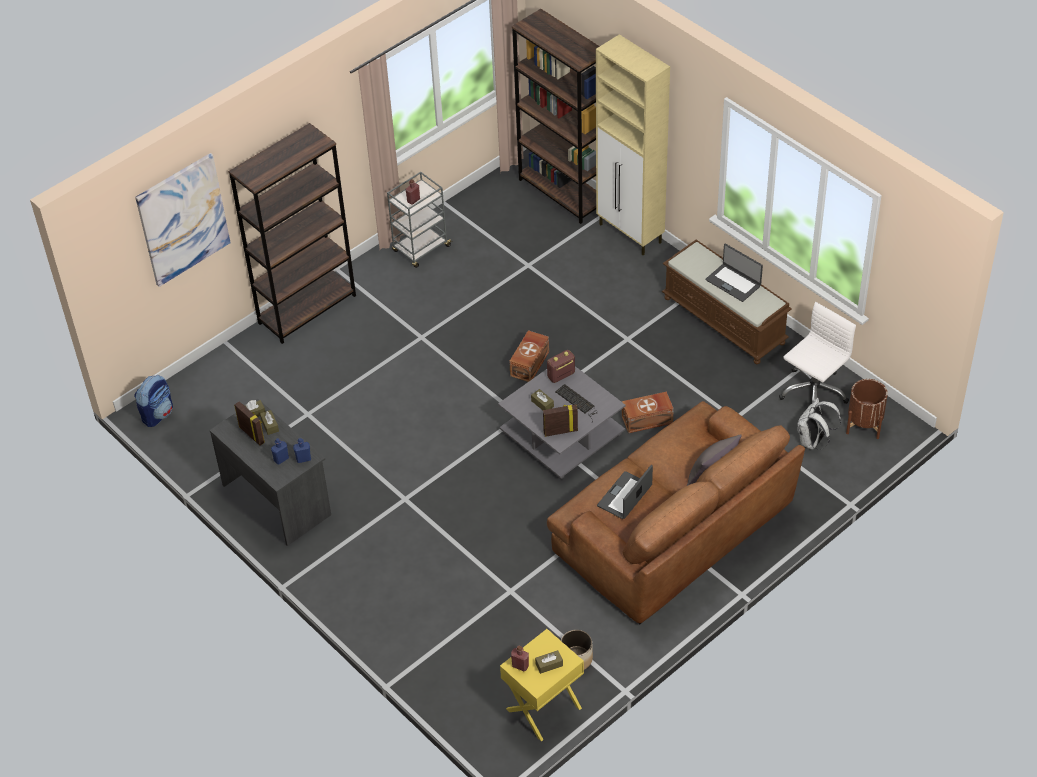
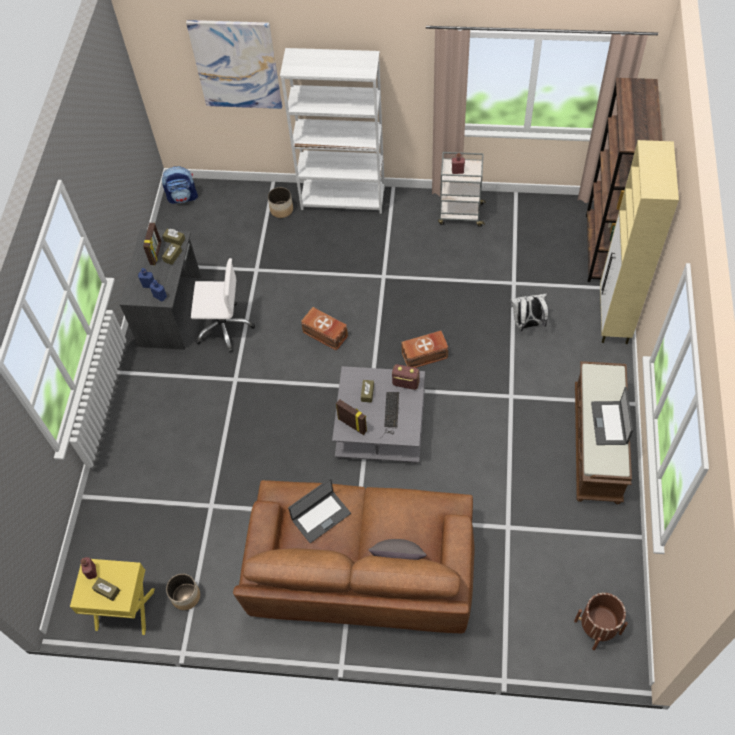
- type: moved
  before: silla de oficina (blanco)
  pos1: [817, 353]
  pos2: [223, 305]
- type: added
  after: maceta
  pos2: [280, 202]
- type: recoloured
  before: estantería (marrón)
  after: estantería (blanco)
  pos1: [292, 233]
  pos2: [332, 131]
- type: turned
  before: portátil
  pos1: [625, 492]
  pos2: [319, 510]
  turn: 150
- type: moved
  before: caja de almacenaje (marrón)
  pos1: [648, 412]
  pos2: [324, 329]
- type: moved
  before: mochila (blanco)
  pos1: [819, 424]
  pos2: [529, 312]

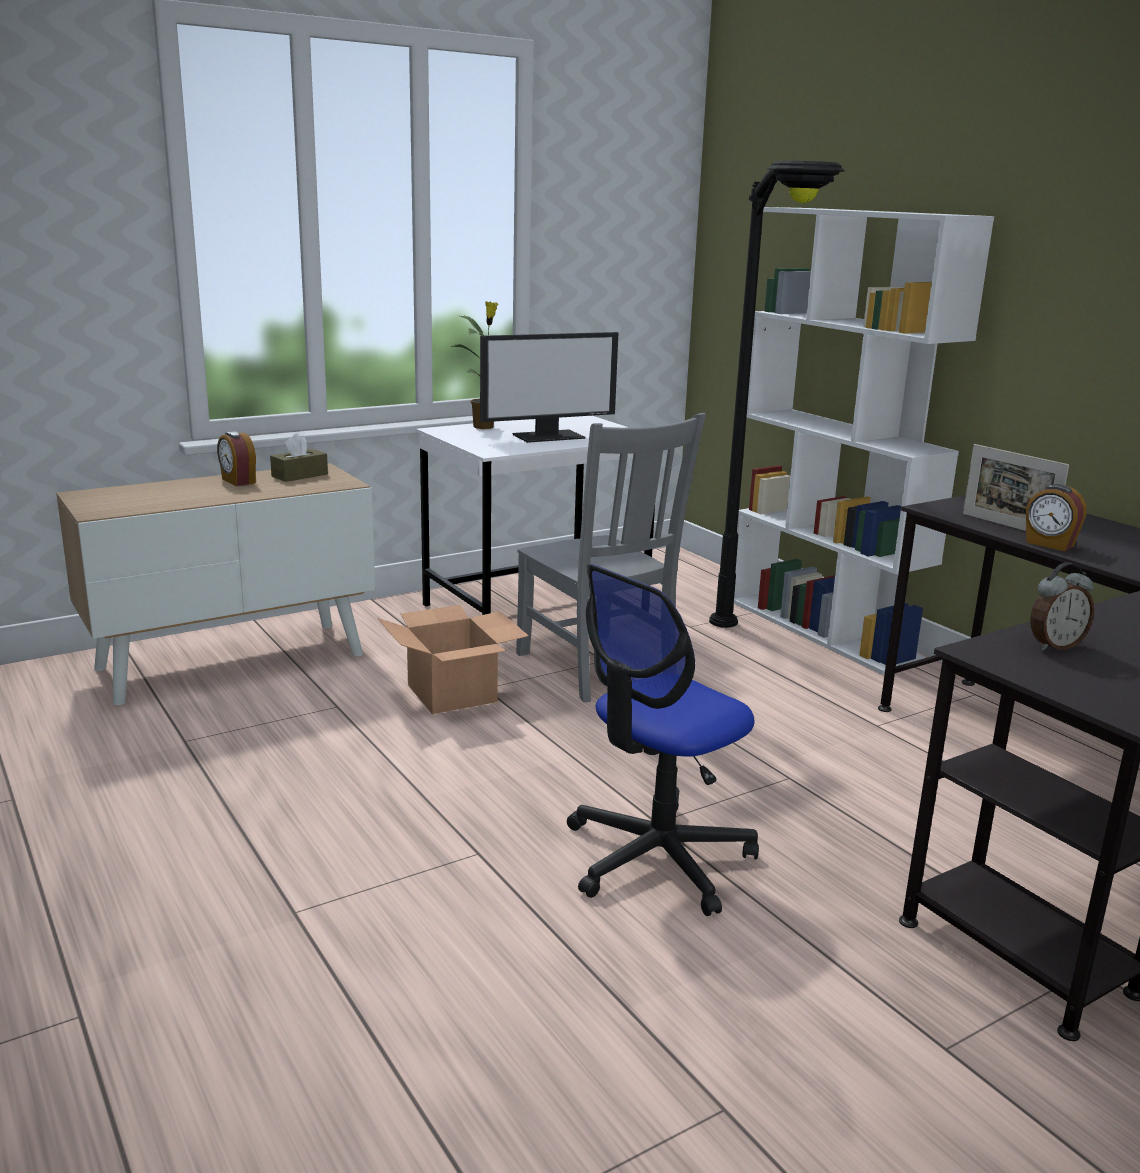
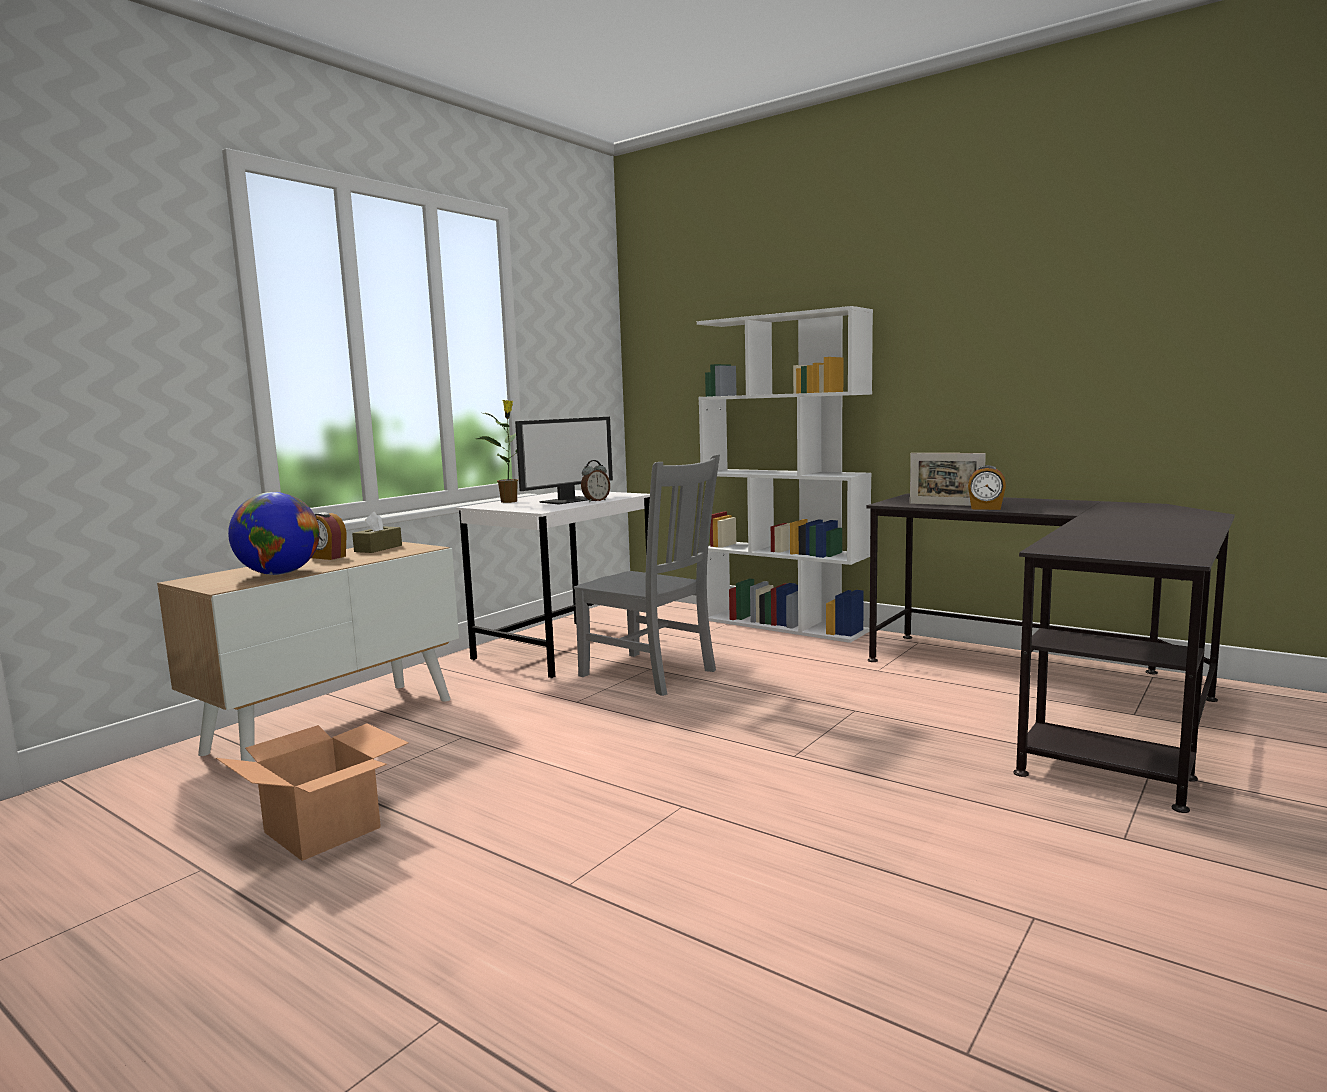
- type: moved
  before: caja de cartón
  pos1: [453, 659]
  pos2: [312, 792]
- type: added
  after: globo terráqueo
  pos2: [274, 533]
- type: moved
  before: despertador
  pos1: [1062, 606]
  pos2: [595, 481]
- type: removed
  before: silla de oficina
  pos1: [663, 740]
- type: removed
  before: lámpara de pie (negro)
  pos1: [777, 394]

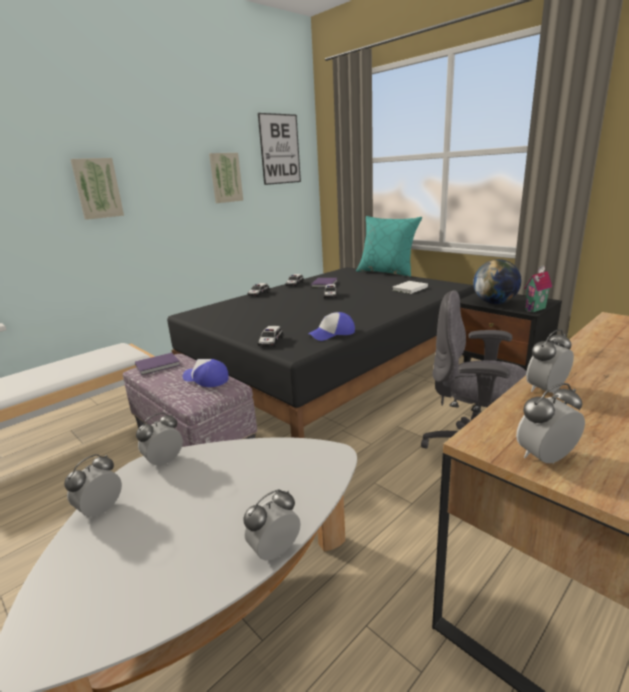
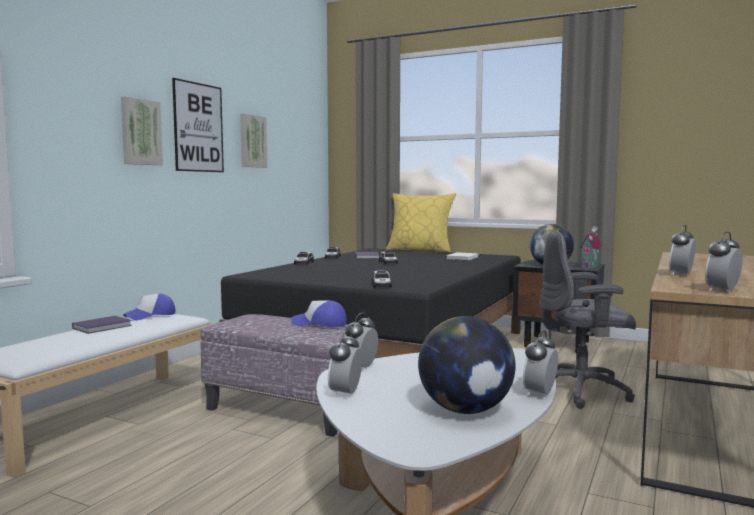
- type: moved
  before: libro (morado)
  pos1: [157, 364]
  pos2: [102, 325]
- type: moved
  before: gorra
  pos1: [331, 326]
  pos2: [149, 306]
- type: moved
  before: cuadro
  pos1: [279, 149]
  pos2: [198, 125]
- type: recoloured
  before: cojín (turquesa)
  after: cojín (amarillo)
  pos1: [389, 246]
  pos2: [421, 223]
- type: added
  after: globo terráqueo
  pos2: [467, 365]

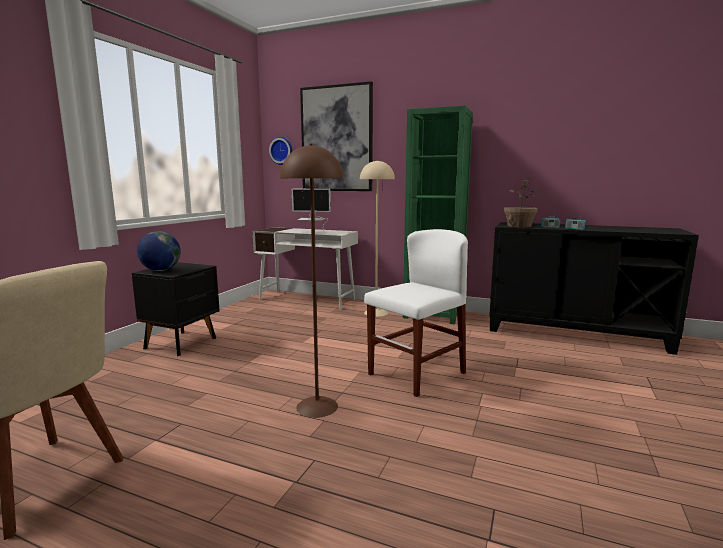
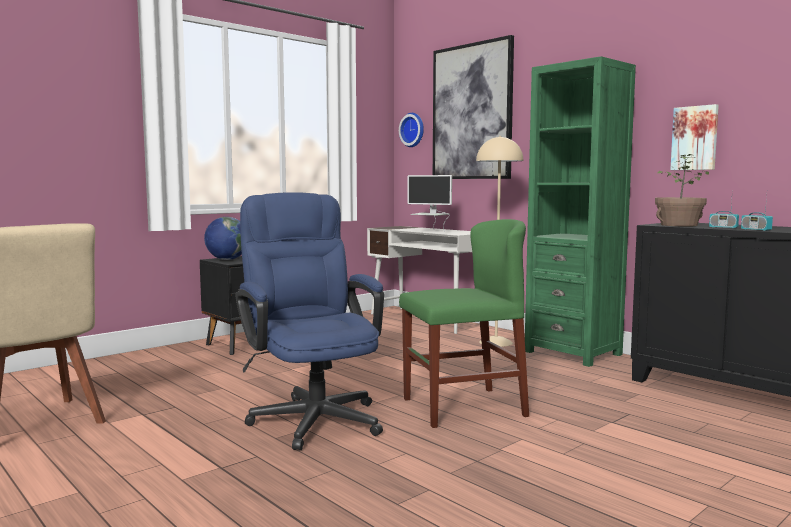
- type: replaced
  before: lámpara de pie (marrón)
  after: silla de oficina (azul)
  pos1: [311, 281]
  pos2: [309, 321]
- type: recoloured
  before: silla (blanco)
  after: silla (verde)
  pos1: [416, 313]
  pos2: [464, 323]
- type: added
  after: cuadro
  pos2: [694, 137]

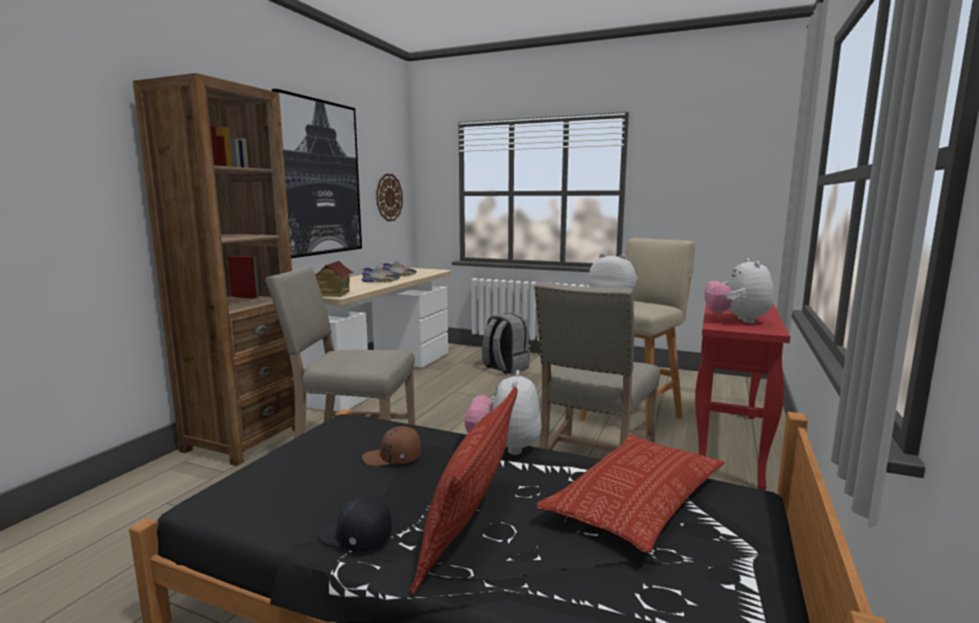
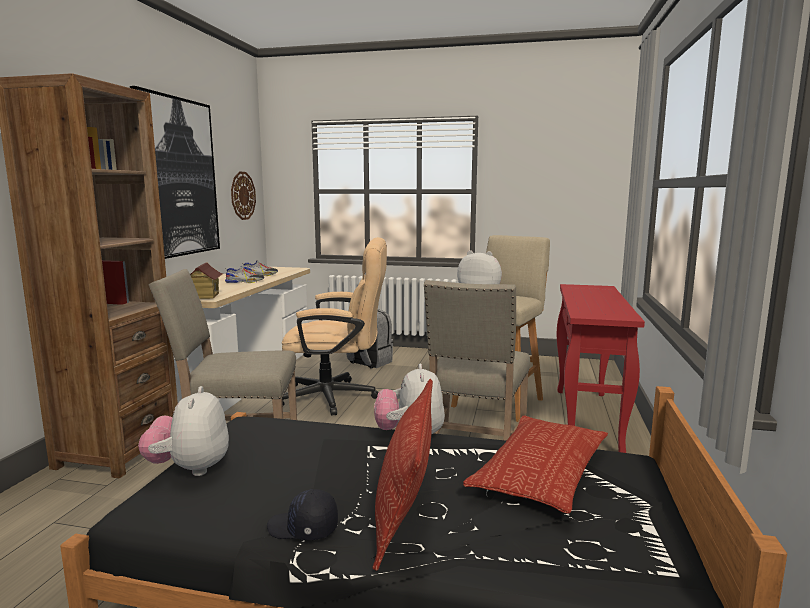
- type: moved
  before: peluche
  pos1: [739, 290]
  pos2: [183, 431]
- type: added
  after: silla de oficina (beis)
  pos2: [334, 326]
- type: removed
  before: gorra (marrón)
  pos1: [391, 446]

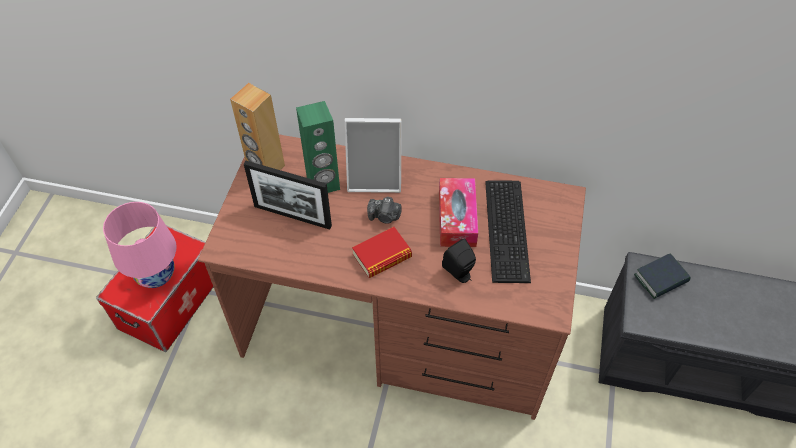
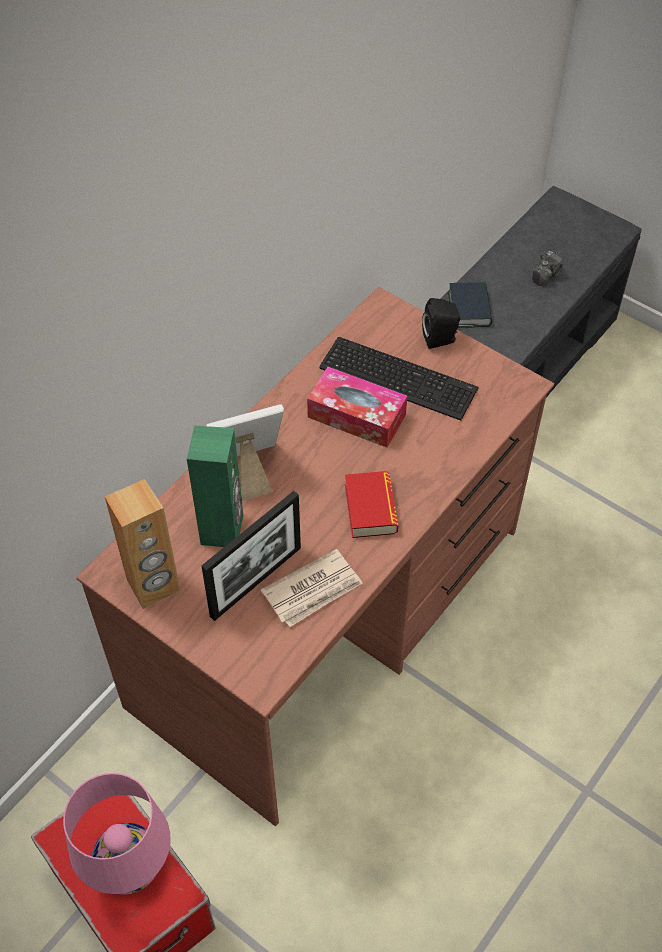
- type: turned
  before: portarretratos
  pos1: [373, 155]
  pos2: [245, 452]
  turn: -135
- type: added
  after: periódico
  pos2: [312, 588]
- type: moved
  before: altavoz (negro)
  pos1: [459, 260]
  pos2: [441, 323]
- type: moved
  before: cámara
  pos1: [384, 210]
  pos2: [547, 269]

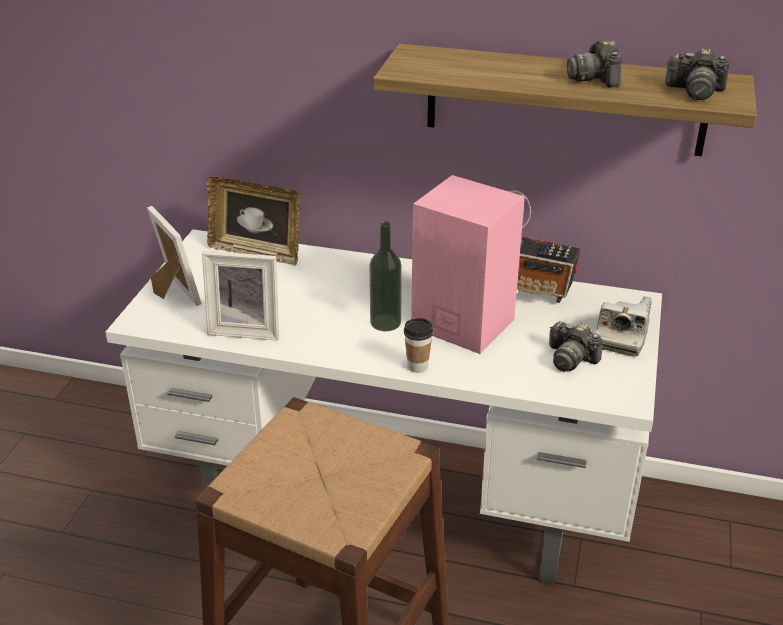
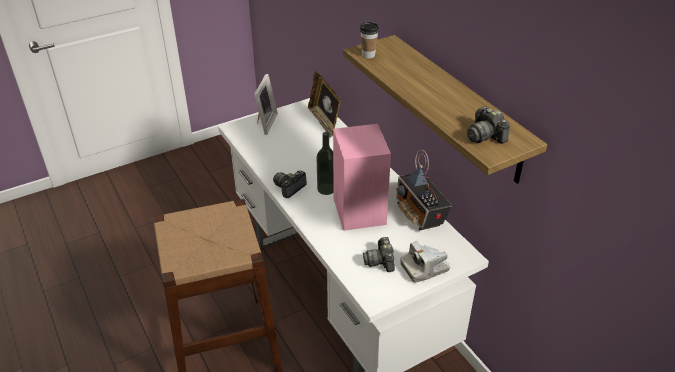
- type: moved
  before: cámara
  pos1: [594, 64]
  pos2: [290, 184]
- type: moved
  before: taza
  pos1: [418, 345]
  pos2: [369, 40]
- type: removed
  before: portarretratos
  pos1: [240, 295]

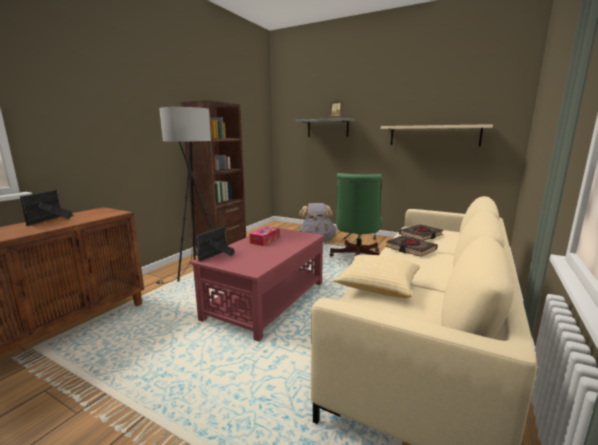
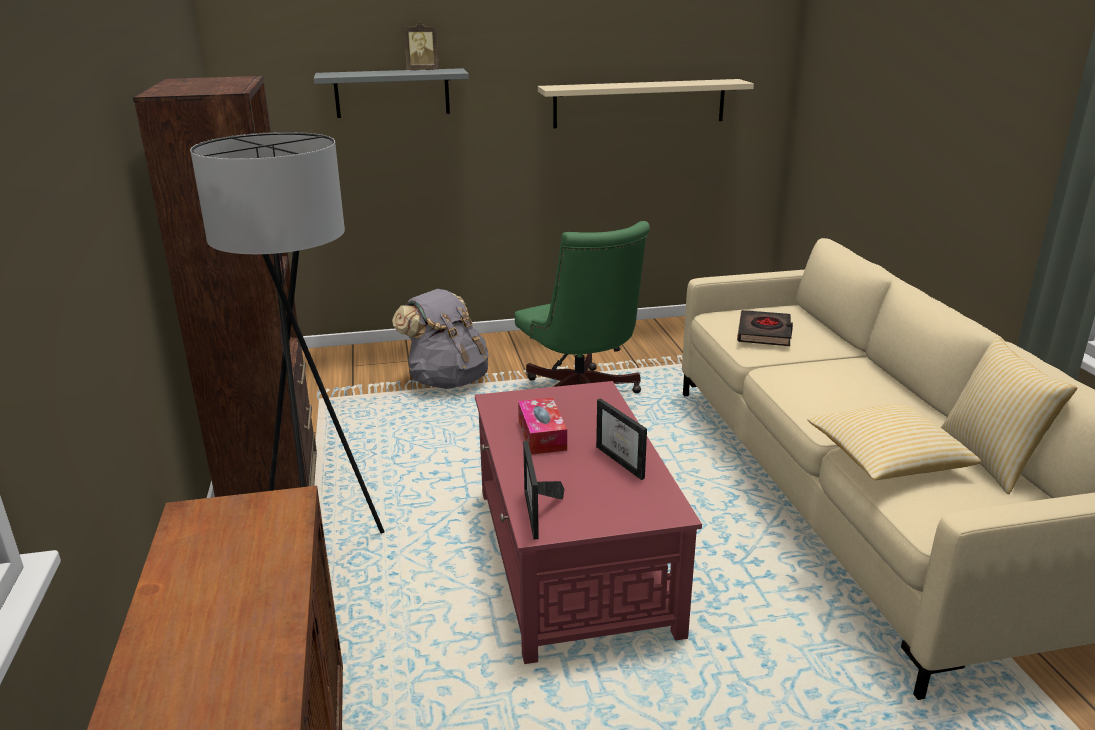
- type: moved
  before: portarretratos
  pos1: [46, 208]
  pos2: [621, 439]
- type: added
  after: cojín
  pos2: [1009, 415]
- type: removed
  before: libro (negro)
  pos1: [412, 246]

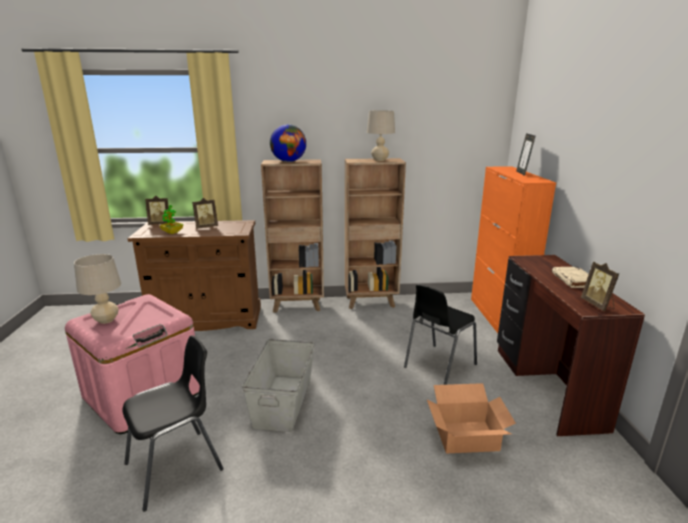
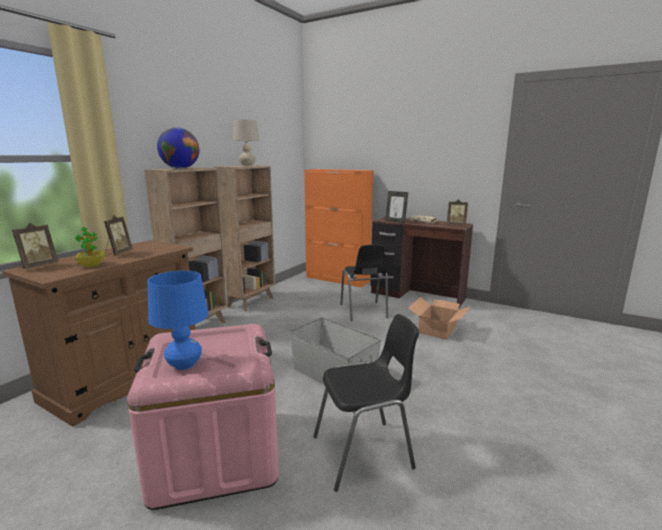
- type: recoloured
  before: lámpara de mesa (beis)
  after: lámpara de mesa (azul)
  pos1: [97, 289]
  pos2: [178, 320]
- type: turned
  before: silla (negro)
  pos1: [173, 423]
  pos2: [366, 403]
  turn: 75
- type: moved
  before: portarretratos
  pos1: [526, 154]
  pos2: [396, 207]

